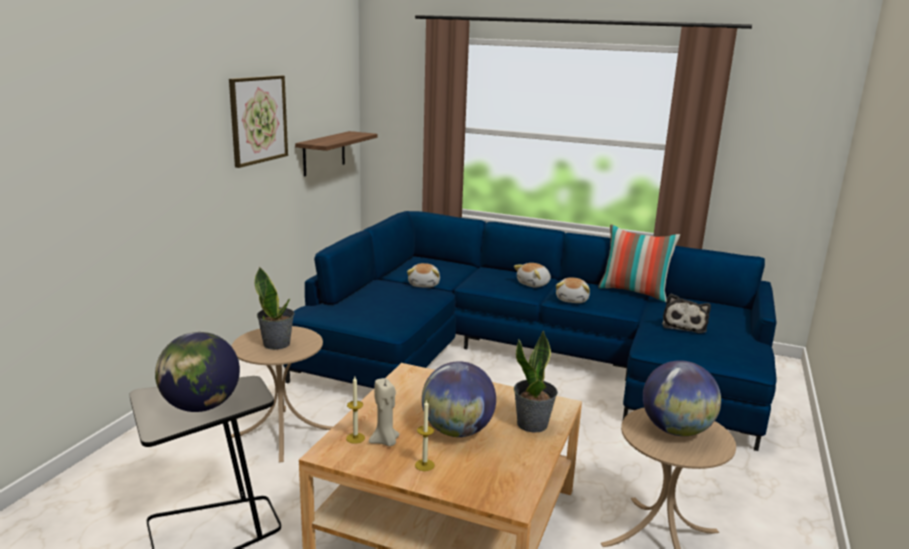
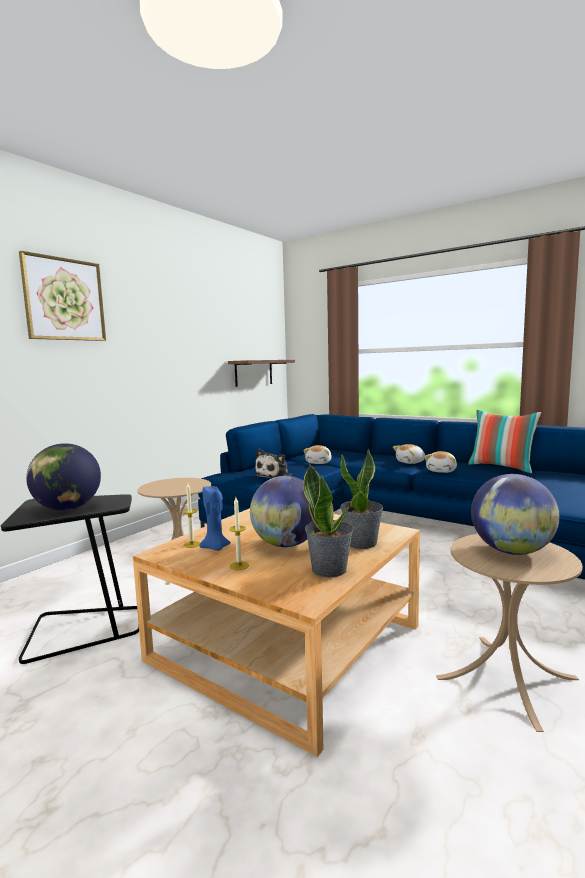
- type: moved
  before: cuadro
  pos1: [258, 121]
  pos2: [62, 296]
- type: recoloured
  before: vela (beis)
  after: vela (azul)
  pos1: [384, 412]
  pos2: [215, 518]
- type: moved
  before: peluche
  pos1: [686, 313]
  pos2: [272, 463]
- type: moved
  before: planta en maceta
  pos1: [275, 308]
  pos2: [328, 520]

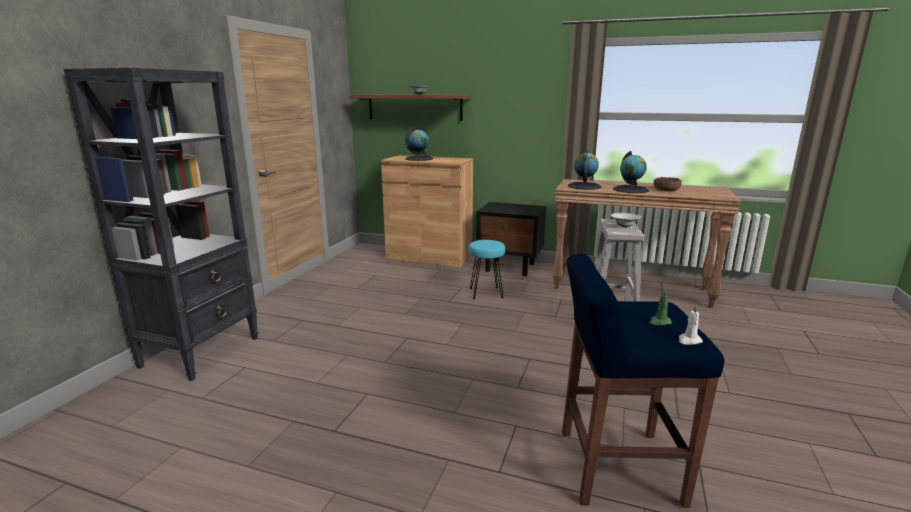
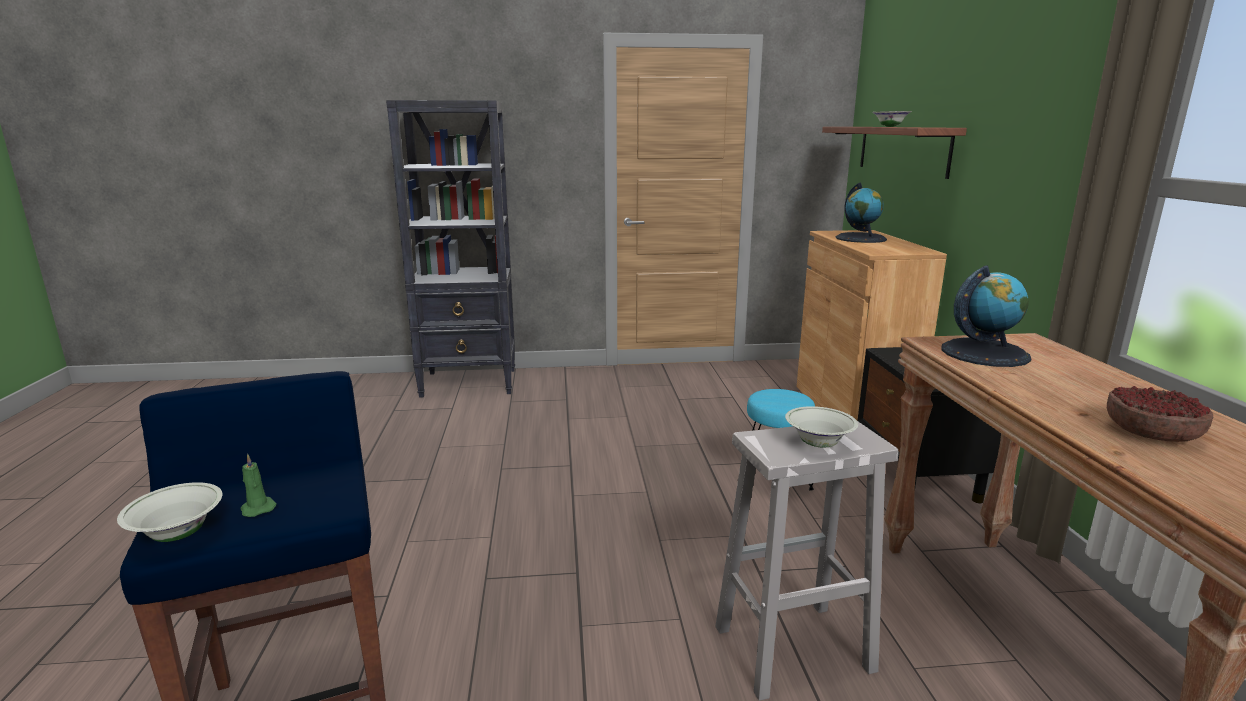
- type: replaced
  before: vela (blanco)
  after: cuenco (blanco)
  pos1: [691, 325]
  pos2: [169, 512]
- type: removed
  before: globo terráqueo
  pos1: [631, 172]

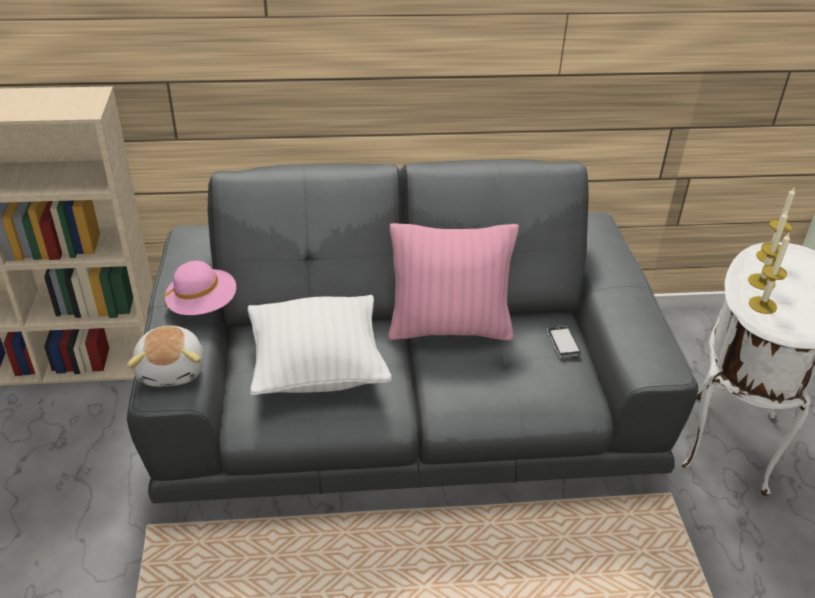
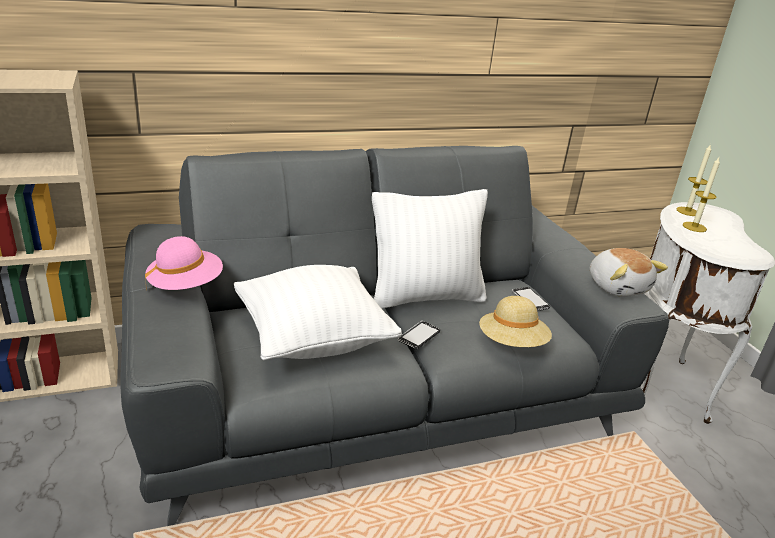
- type: recoloured
  before: cojín (rosa)
  after: cojín (blanco)
  pos1: [453, 282]
  pos2: [430, 249]
- type: added
  after: móvil
  pos2: [419, 335]
- type: added
  after: sombrero (beis)
  pos2: [515, 321]
- type: moved
  before: peluche
  pos1: [165, 356]
  pos2: [628, 272]
- type: removed
  before: vela
  pos1: [769, 273]

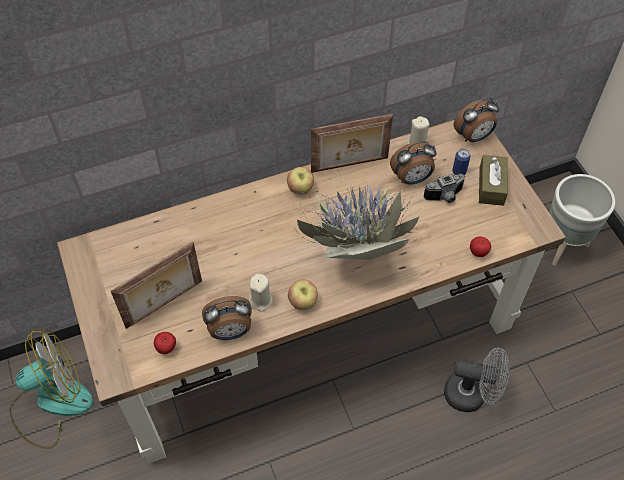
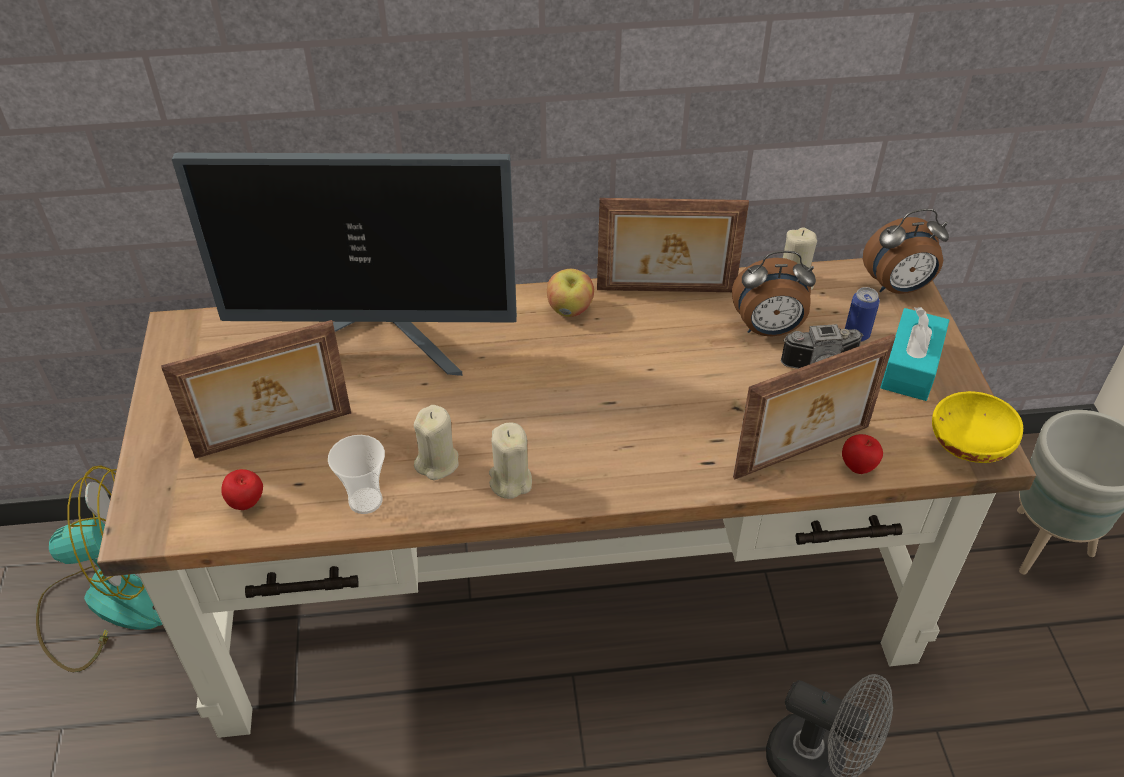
- type: added
  after: monitor
  pos2: [344, 264]
- type: replaced
  before: despertador
  after: taza
  pos1: [227, 318]
  pos2: [356, 474]
- type: replaced
  before: manzana
  after: vela (beis)
  pos1: [303, 295]
  pos2: [510, 461]
- type: added
  after: portarretratos
  pos2: [814, 406]
- type: recoloured
  before: caja de pañuelos (marrón)
  after: caja de pañuelos (turquesa)
  pos1: [493, 180]
  pos2: [914, 354]
- type: added
  after: cuenco (amarillo)
  pos2: [977, 427]
- type: removed
  before: planta en maceta
  pos1: [358, 214]

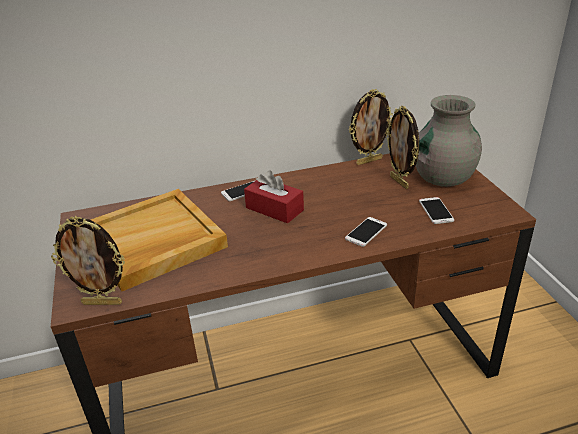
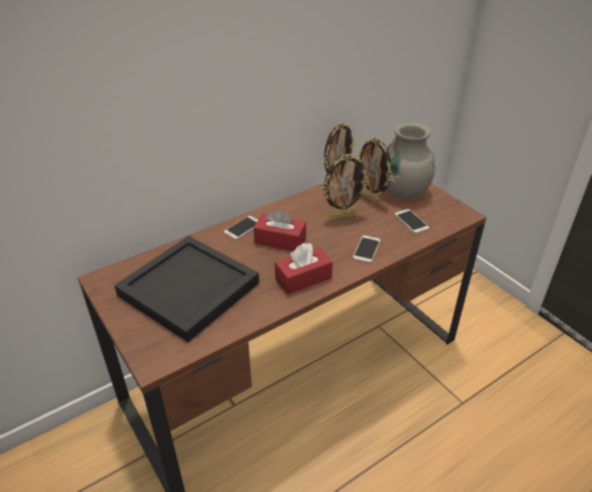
- type: recoloured
  before: bandeja (beis)
  after: bandeja (negro)
  pos1: [159, 240]
  pos2: [186, 289]
- type: added
  after: caja de pañuelos (rojo)
  pos2: [304, 269]
- type: moved
  before: portarretratos
  pos1: [88, 260]
  pos2: [345, 187]

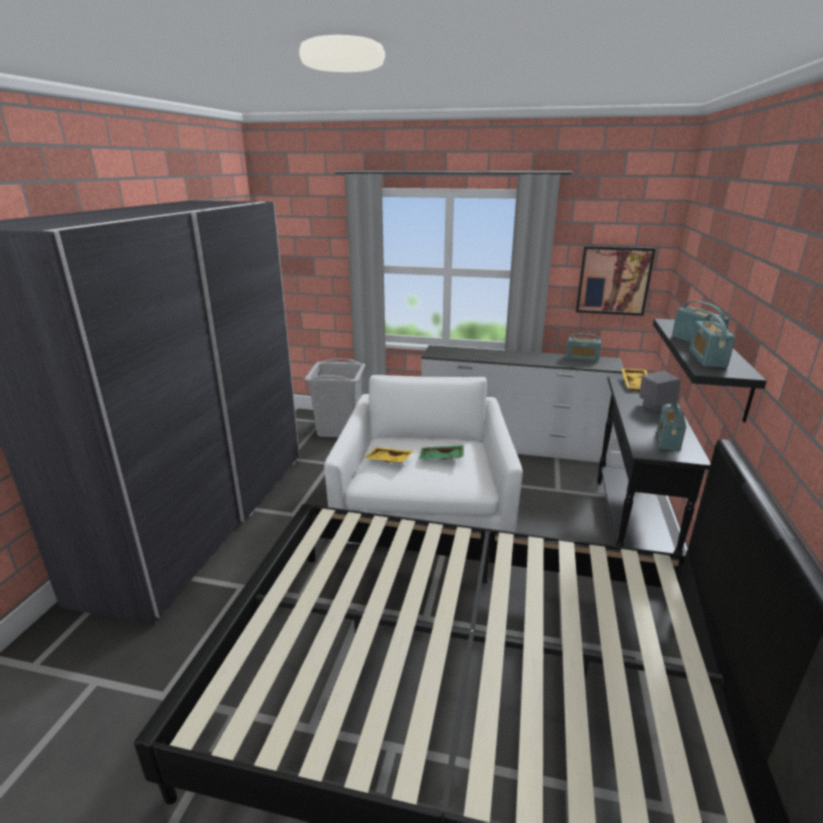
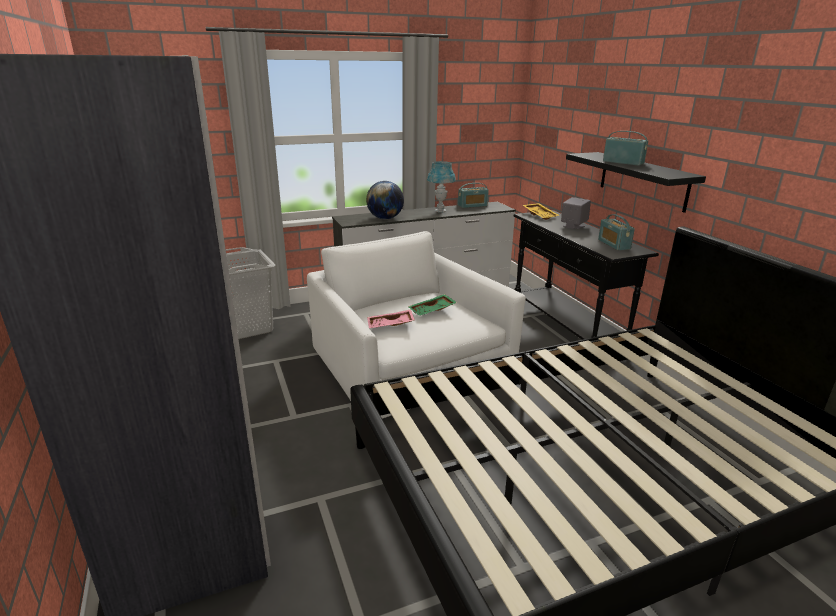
- type: added
  after: globo terráqueo
  pos2: [385, 200]
- type: recoloured
  before: bandeja (amarillo)
  after: bandeja (rosa)
  pos1: [389, 455]
  pos2: [391, 318]
- type: added
  after: lámpara de mesa (azul)
  pos2: [441, 187]
- type: removed
  before: cuadro
  pos1: [616, 281]
- type: removed
  before: radio
  pos1: [712, 341]

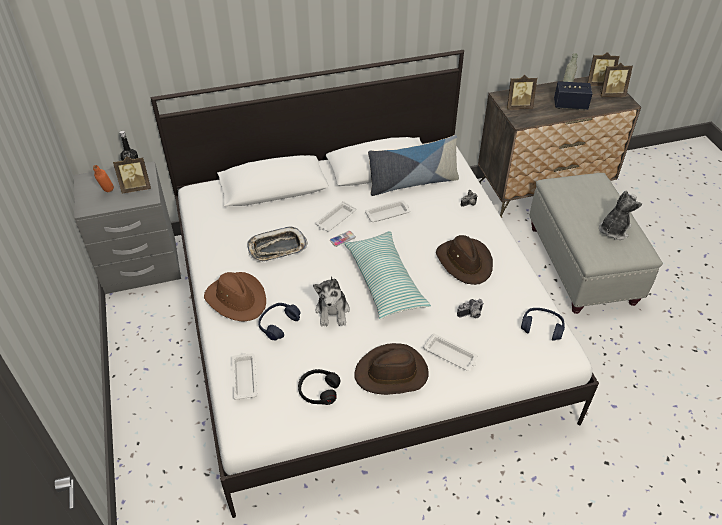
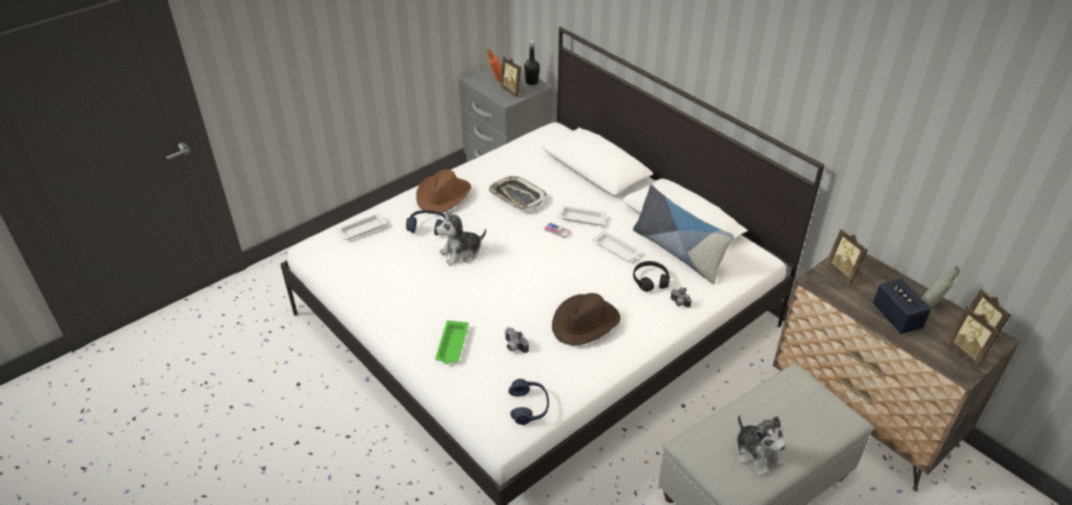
- type: recoloured
  before: bandeja (blanco)
  after: bandeja (verde)
  pos1: [450, 352]
  pos2: [452, 342]
- type: moved
  before: auriculares (negro)
  pos1: [319, 387]
  pos2: [651, 276]
- type: turned
  before: peluche
  pos1: [620, 215]
  pos2: [761, 446]
  turn: 45
- type: removed
  before: cojín
  pos1: [387, 275]
- type: removed
  before: sombrero (marrón)
  pos1: [392, 369]

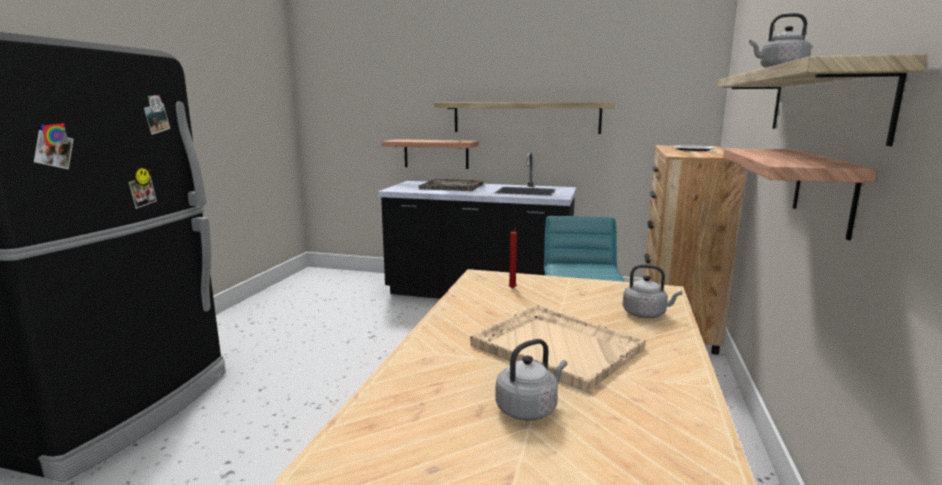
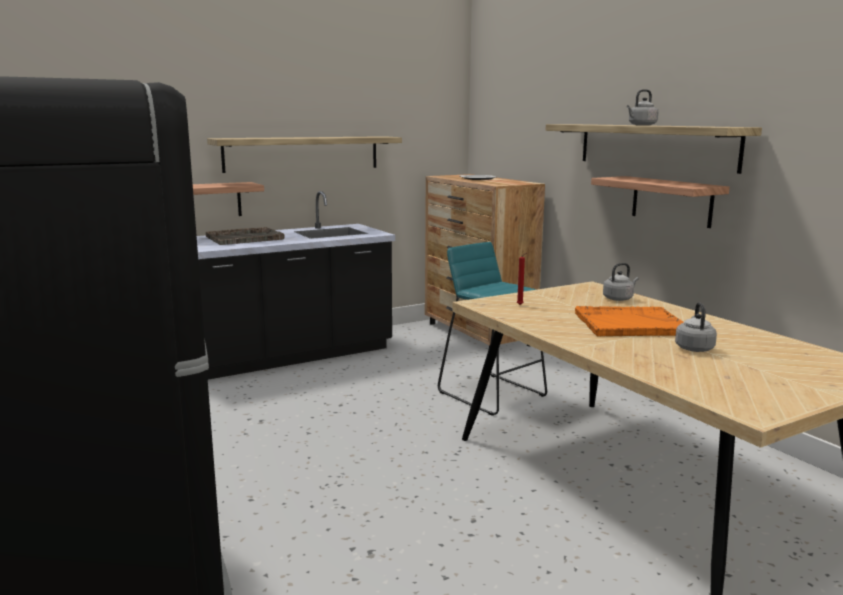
- type: recoloured
  before: bandeja (beis)
  after: bandeja (naranja)
  pos1: [558, 348]
  pos2: [629, 321]

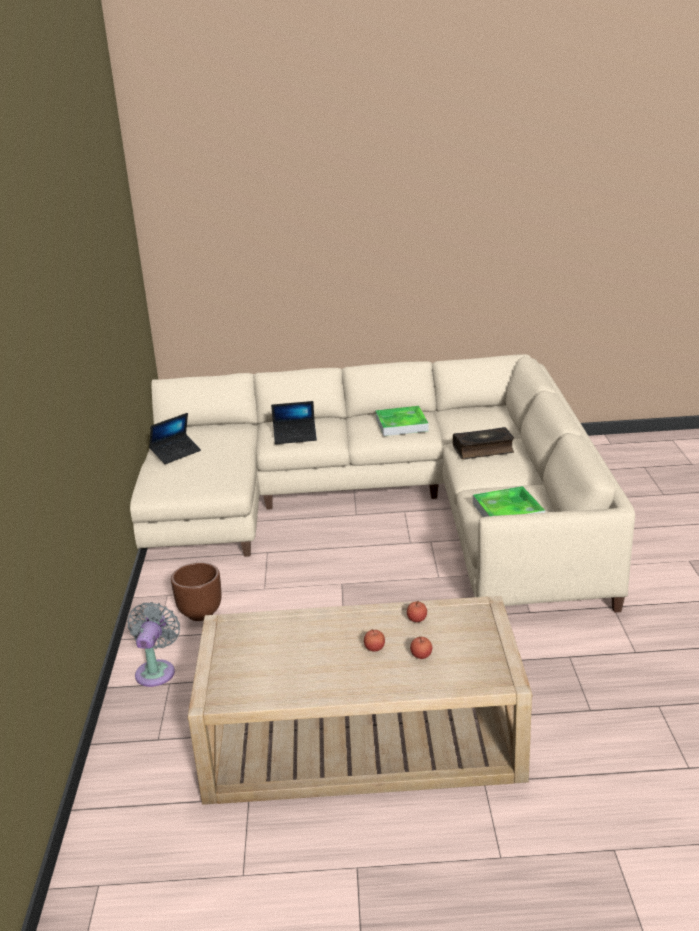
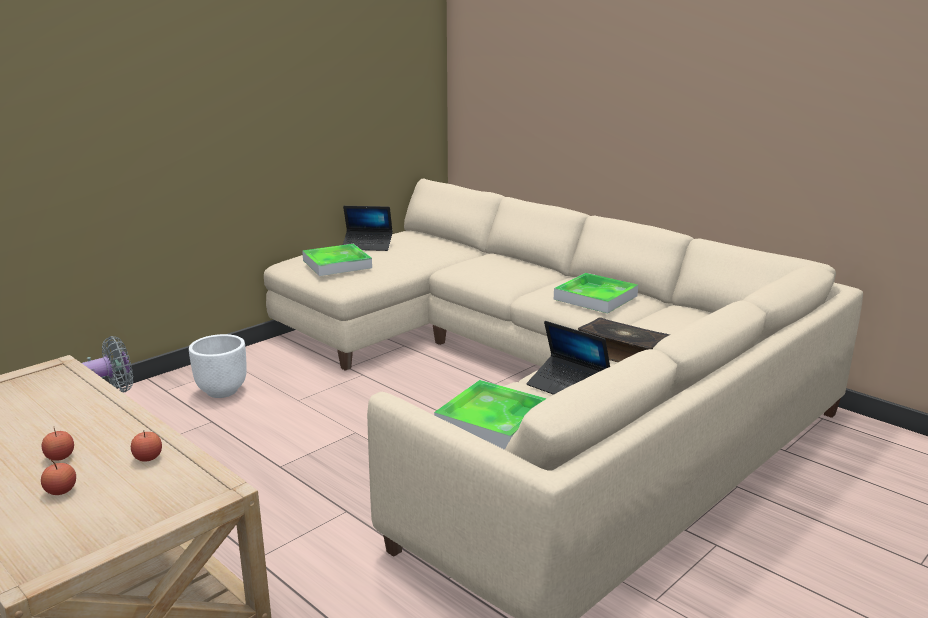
- type: recoloured
  before: maceta (marrón)
  after: maceta (blanco)
  pos1: [196, 591]
  pos2: [218, 366]
- type: added
  after: bandeja
  pos2: [337, 260]
- type: moved
  before: portátil
  pos1: [294, 422]
  pos2: [568, 358]

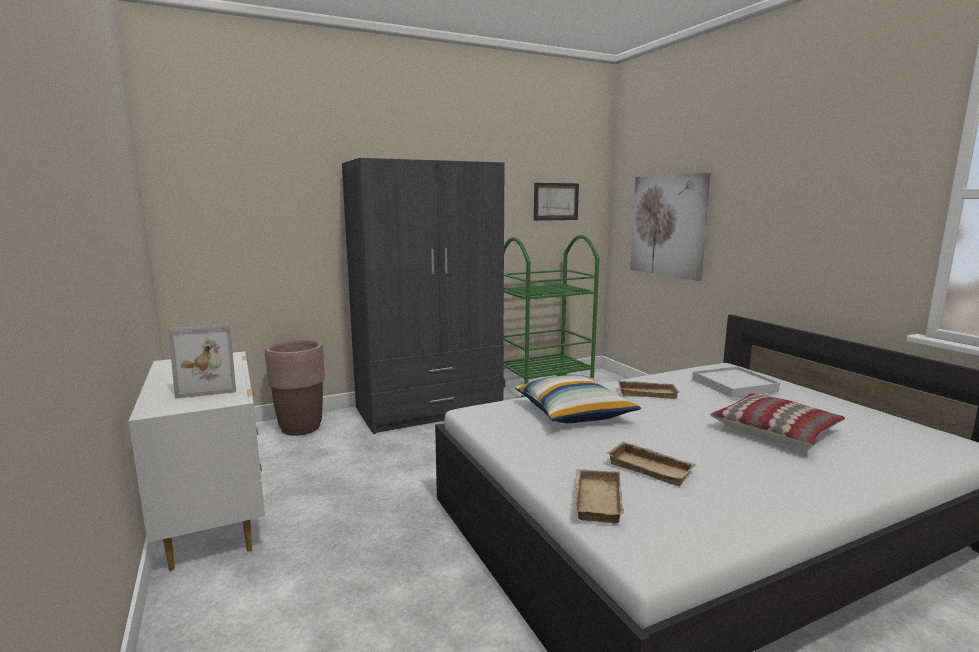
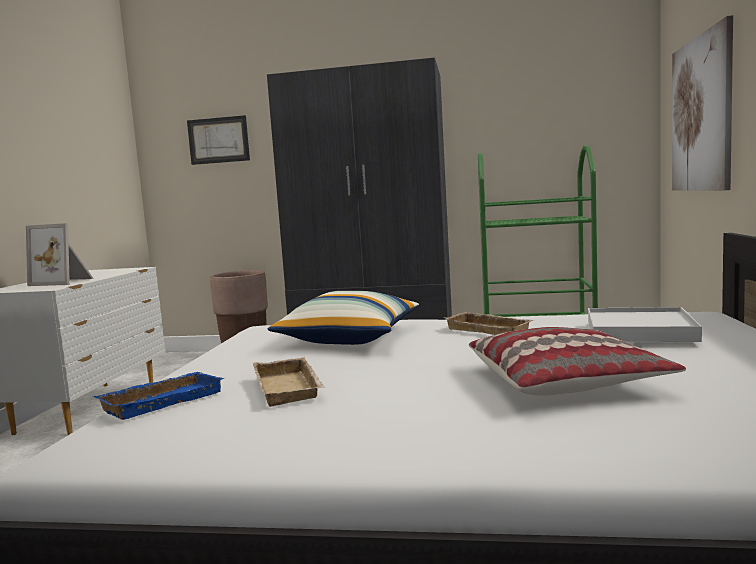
- type: recoloured
  before: bandeja (beis)
  after: bandeja (azul)
  pos1: [599, 496]
  pos2: [159, 396]
- type: moved
  before: cuadro
  pos1: [556, 202]
  pos2: [218, 140]

